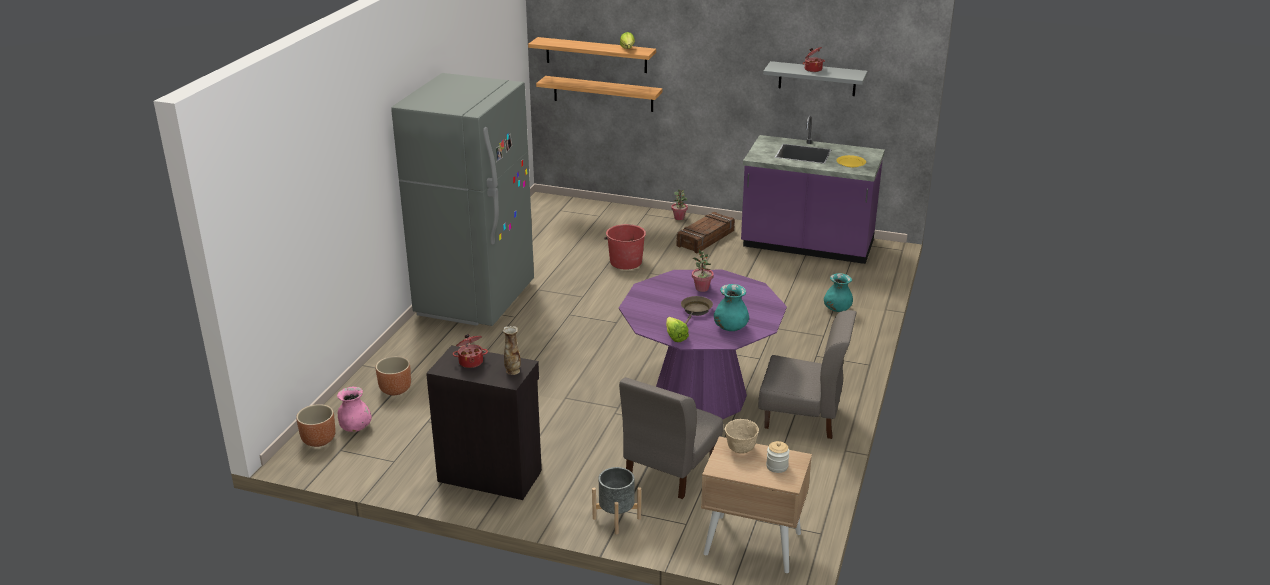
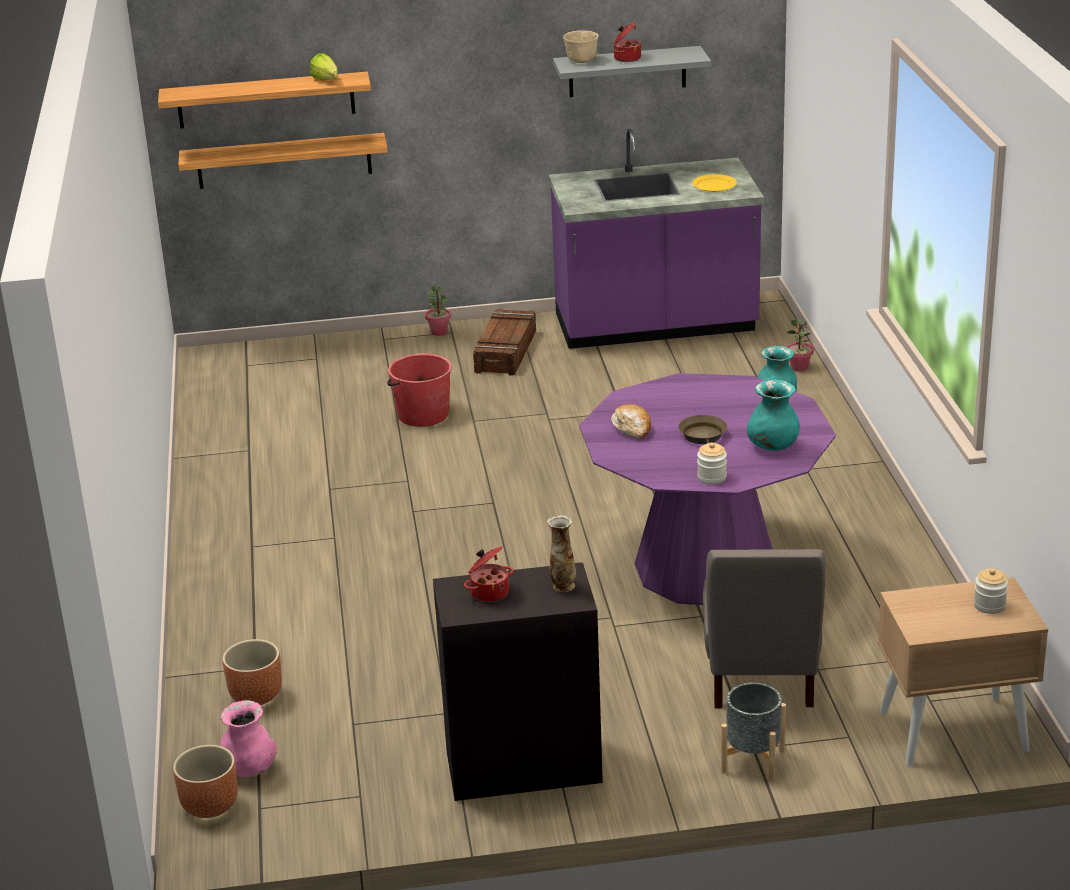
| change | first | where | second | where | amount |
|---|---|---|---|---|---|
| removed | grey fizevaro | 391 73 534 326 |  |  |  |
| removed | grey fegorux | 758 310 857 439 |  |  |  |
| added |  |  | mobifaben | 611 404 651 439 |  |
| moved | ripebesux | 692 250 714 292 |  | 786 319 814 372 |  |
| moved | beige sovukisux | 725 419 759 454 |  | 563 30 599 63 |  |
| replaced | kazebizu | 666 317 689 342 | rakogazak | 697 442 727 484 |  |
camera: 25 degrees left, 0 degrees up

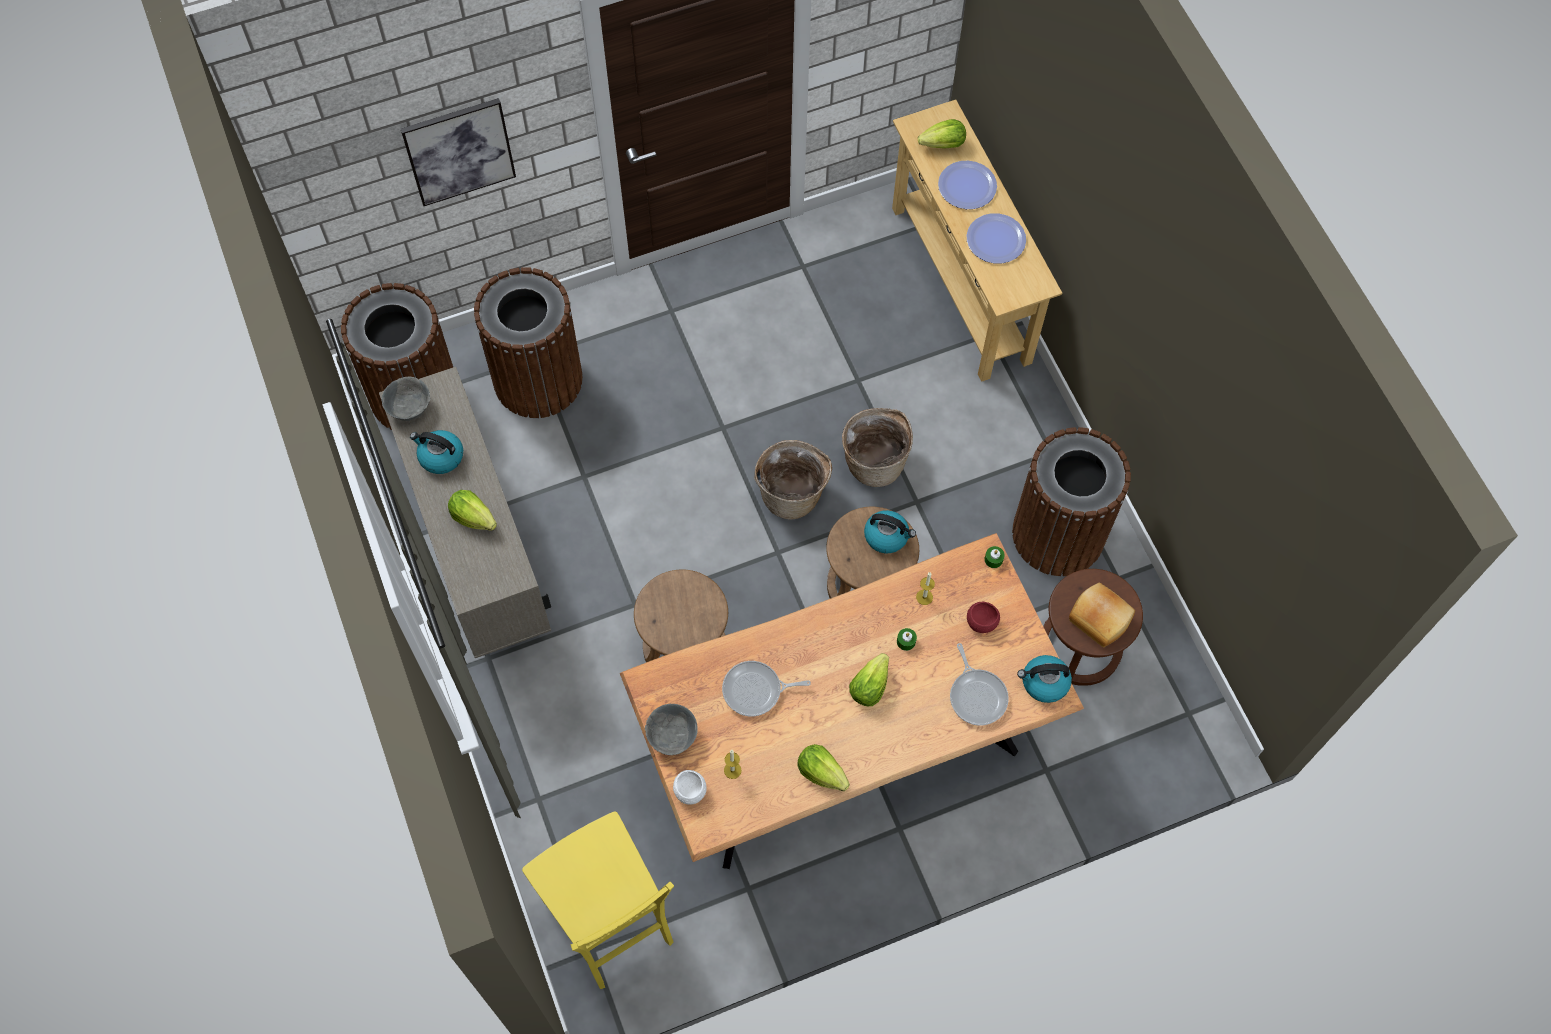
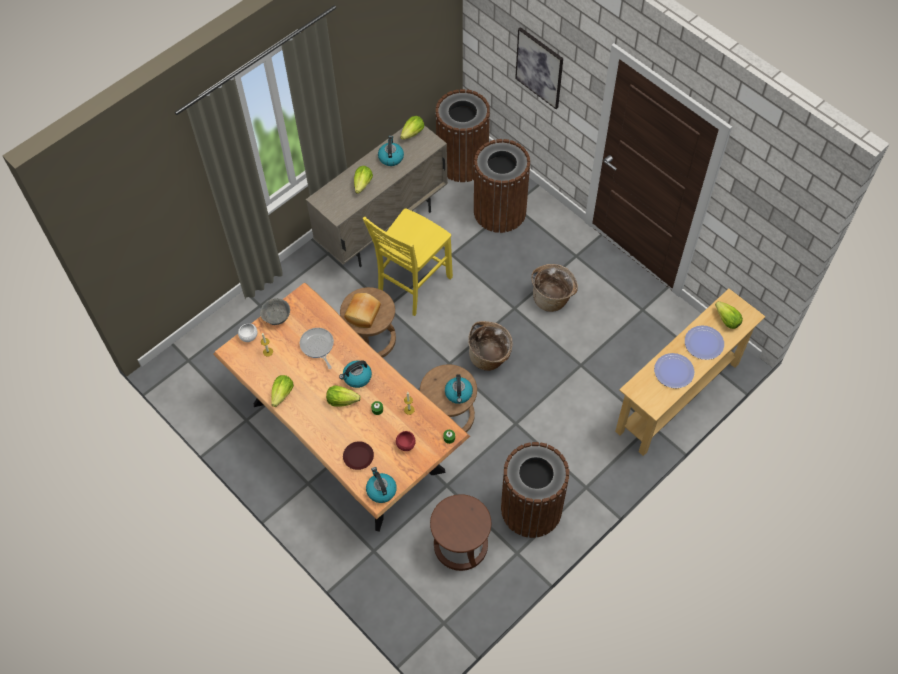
| change | first | where | second | where | amount |
|---|---|---|---|---|---|
| added |  |  | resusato | 339 360 372 388 |  |
| moved | yellow fegorux | 522 811 674 989 |  | 363 208 453 316 |  |
| moved | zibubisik | 842 408 913 487 |  | 531 264 578 312 |  |
| moved | mobifaben | 1069 583 1135 647 |  | 344 293 381 328 |  |
| replaced | grey sovukisux | 382 377 430 421 | kazebizu | 400 116 424 140 |  |
| replaced | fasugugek | 950 643 1009 725 | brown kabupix | 343 441 374 470 |  |
camera: 70 degrees right, 5 degrees down

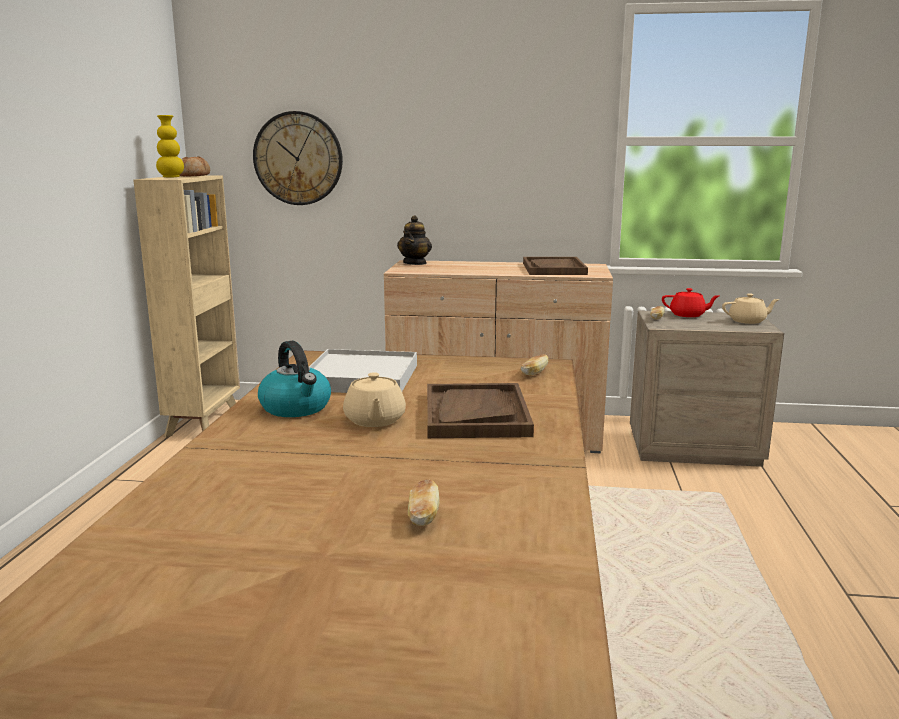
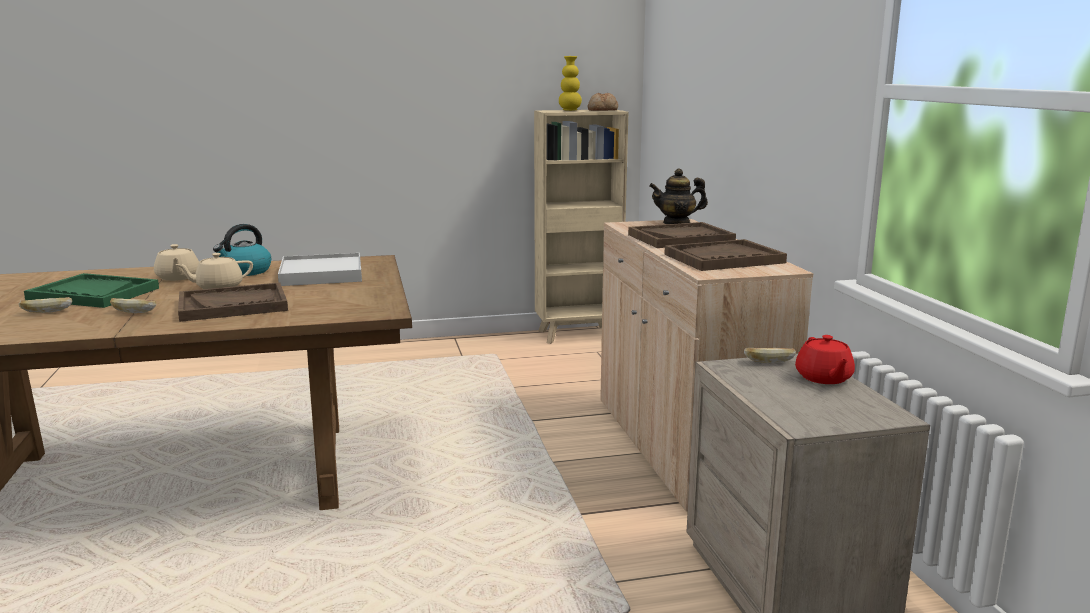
| change | first | where | second | where | amount |
|---|---|---|---|---|---|
| removed | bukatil | 253 111 343 205 |  |  |  |
| added |  |  | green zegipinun | 24 273 159 308 |  |
| added |  |  | brown zegipinun | 628 222 736 248 |  |
| moved | mobifaben | 520 354 548 376 |  | 110 298 156 313 |  |
| moved | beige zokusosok | 722 293 780 324 |  | 154 244 199 281 |  |
camera: 70 degrees right, 0 degrees up

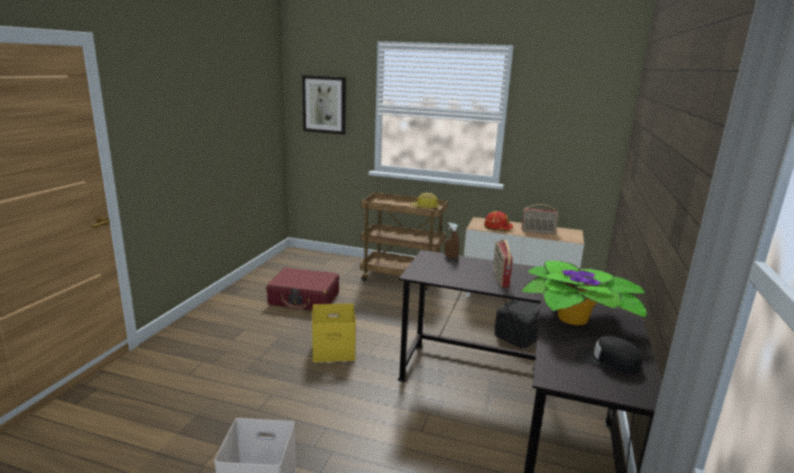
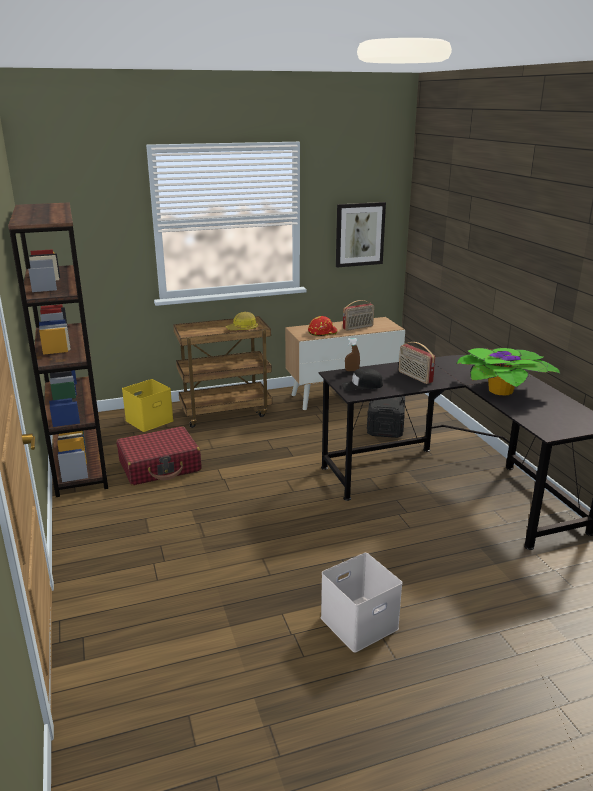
| change | first | where | second | where | amount |
|---|---|---|---|---|---|
| added |  |  | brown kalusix | 8 202 108 497 |  |
| moved | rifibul | 302 75 346 135 |  | 336 202 386 267 |  |
| moved | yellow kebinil | 312 303 356 362 |  | 122 379 174 432 |  |
| moved | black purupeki | 576 336 642 374 |  | 342 368 383 391 |  |
camera: 35 degrees left, 5 degrees up

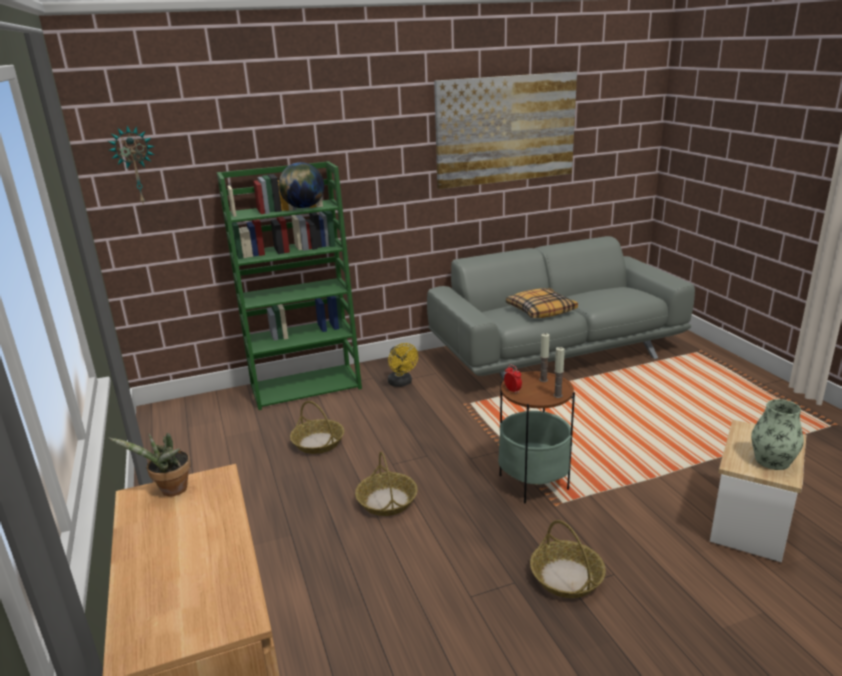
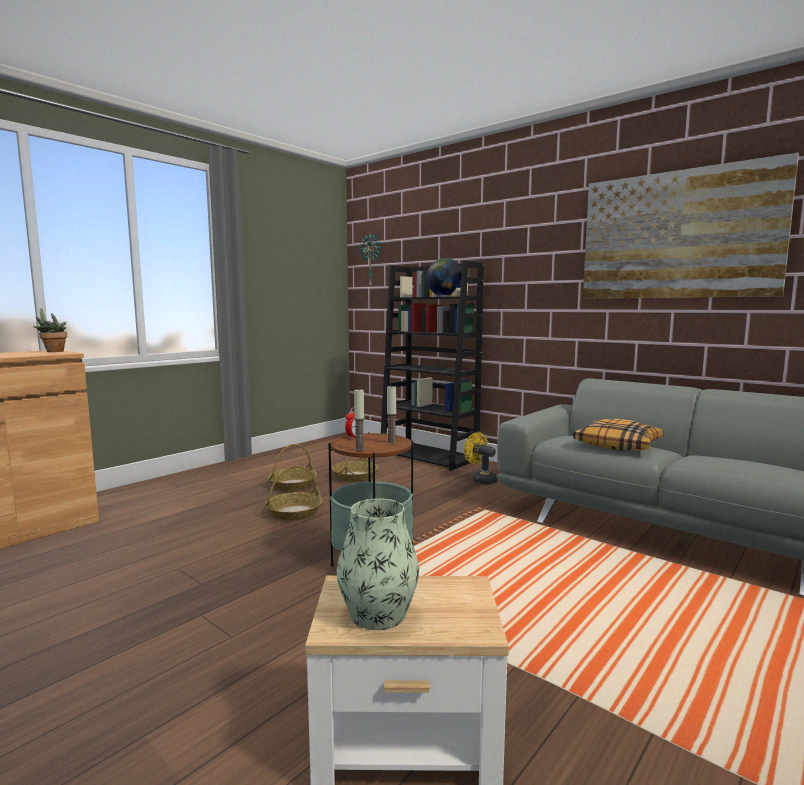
| change | first | where | second | where | amount |
|---|---|---|---|---|---|
| moved | zibubisik | 530 520 606 598 |  | 268 444 317 491 |  |
| recoloured | green kalusix | 217 161 362 410 | black kalusix | 381 261 484 471 |  |
| turned | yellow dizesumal | 388 343 418 387 |  | 464 432 497 485 | 105 degrees clockwise |
camera: 60 degrees right, 15 degrees down

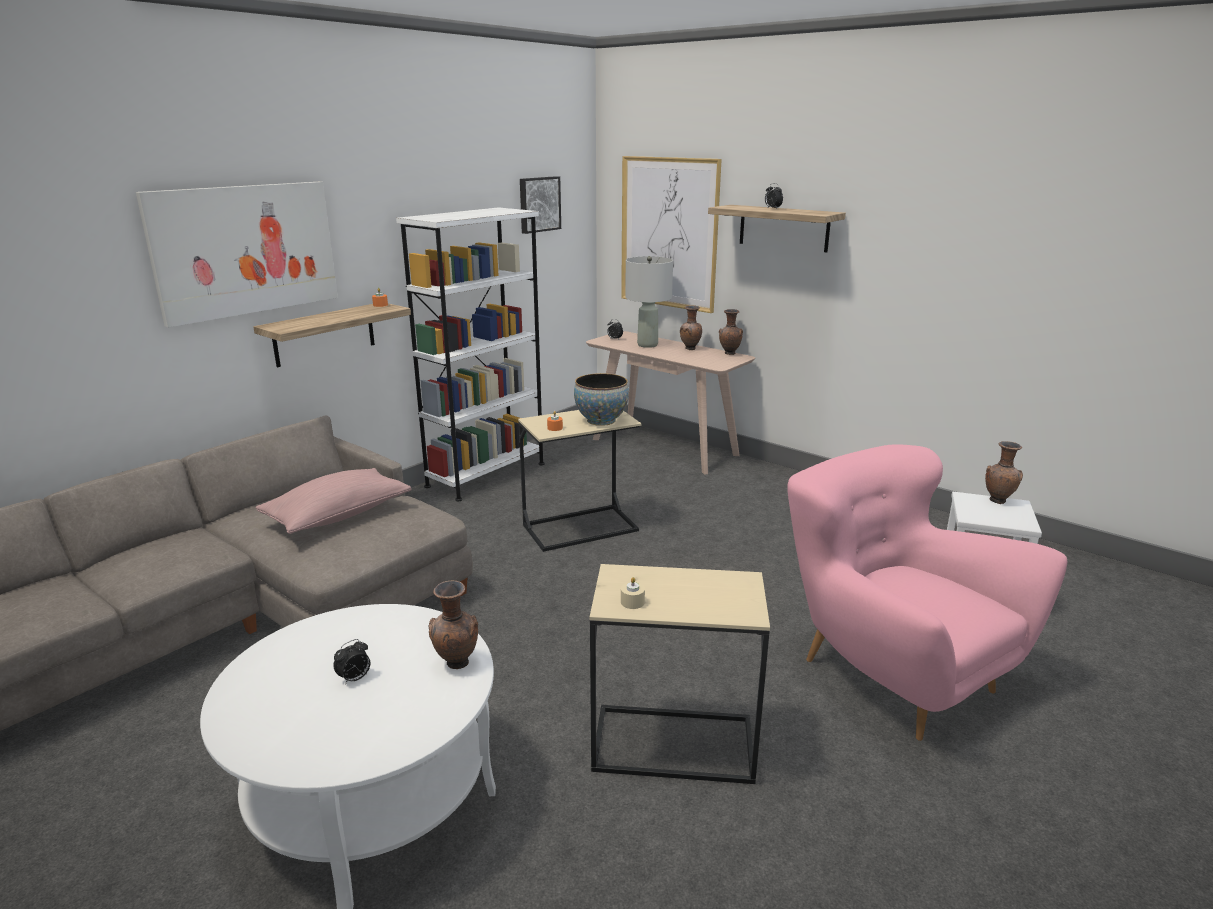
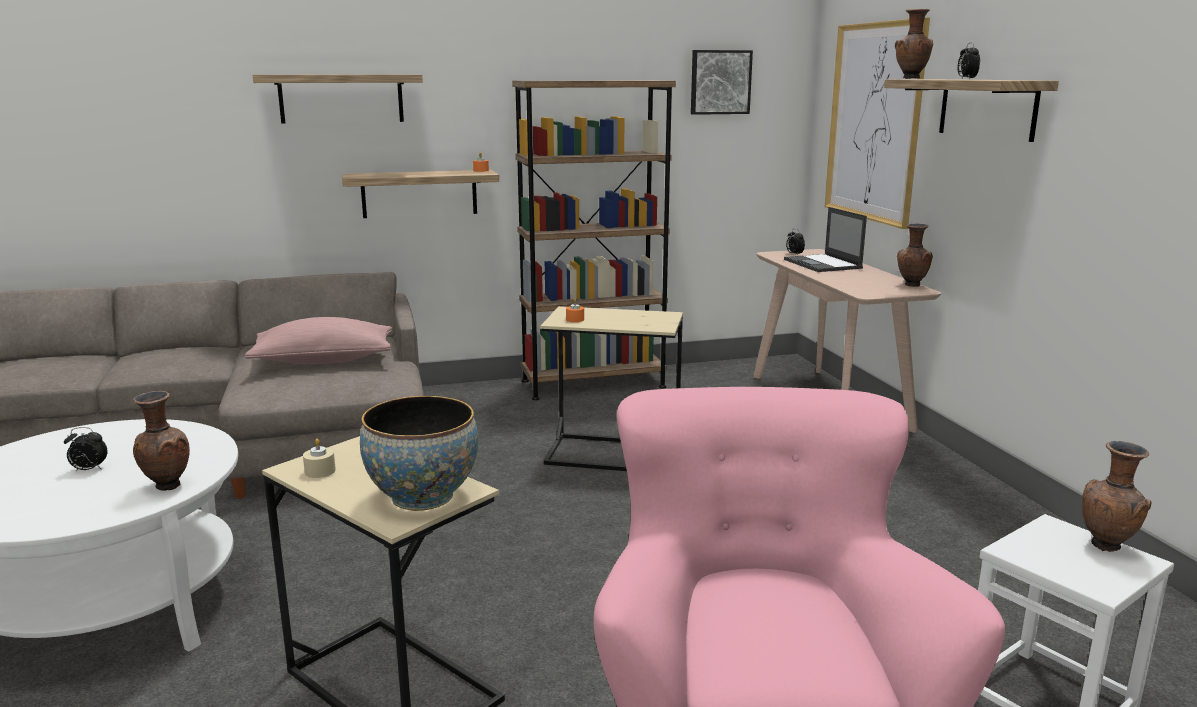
| change | first | where | second | where | amount |
|---|---|---|---|---|---|
| moved | sovukisux | 574 373 629 426 |  | 360 396 478 511 |  |
| moved | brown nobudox | 680 305 702 350 |  | 895 9 933 79 |  |
| replaced | rifibul | 136 182 338 327 | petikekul | 253 74 423 123 |  |
| replaced | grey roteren | 625 256 673 348 | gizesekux | 784 207 867 272 |  |
| recoloured | white kalusix | 396 207 545 502 | brown kalusix | 512 80 676 400 |  |
camera: 35 degrees right, 5 degrees down

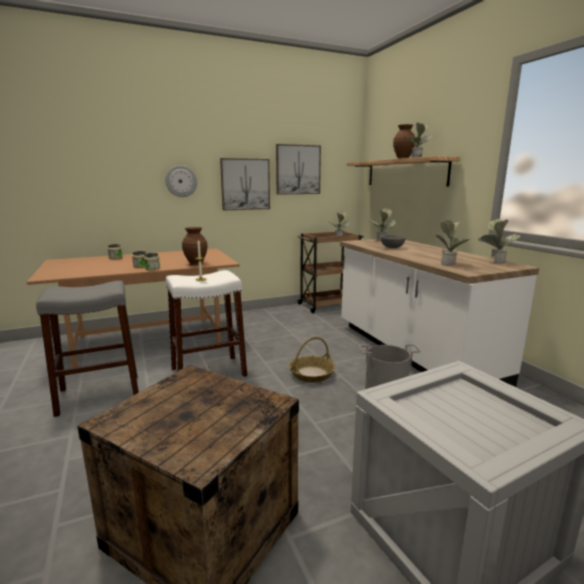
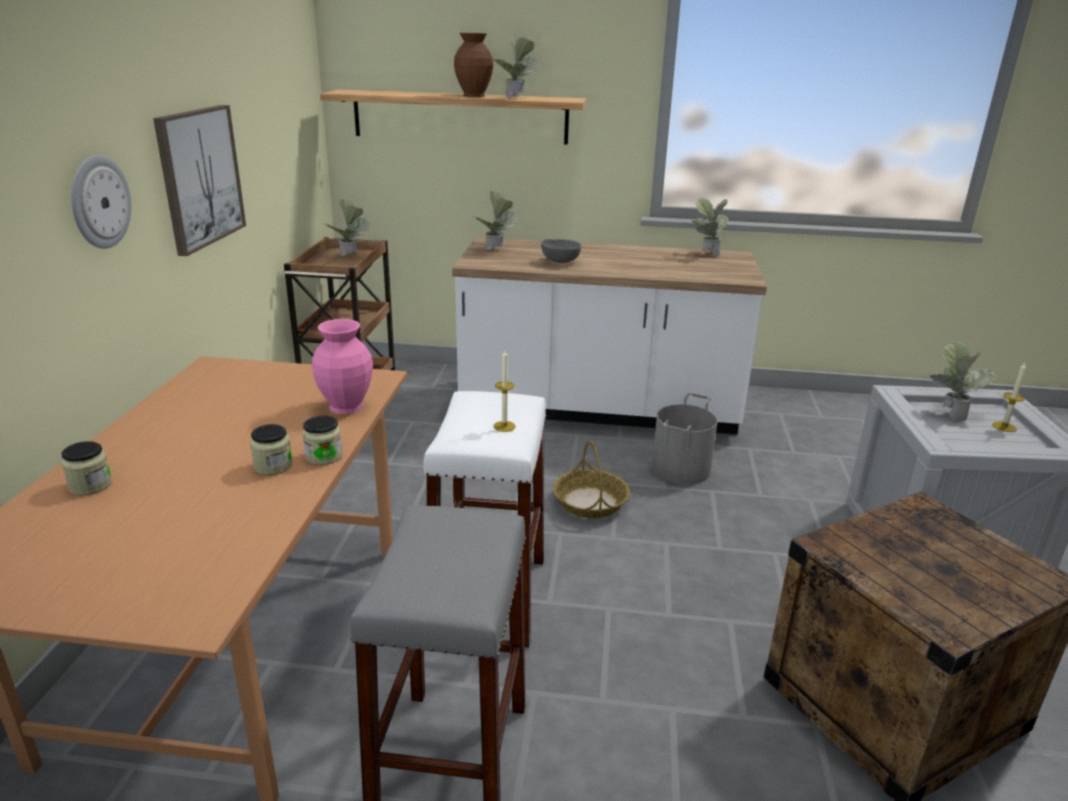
| change | first | where | second | where | amount |
|---|---|---|---|---|---|
| removed | rifibul | 276 144 321 195 |  |  |  |
| added |  |  | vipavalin | 992 363 1026 432 |  |
| moved | ripebesux | 436 220 470 266 |  | 930 342 996 421 |  |
| recoloured | brown nobudox | 182 227 207 266 | pink nobudox | 312 319 373 414 |  |
camera: 60 degrees left, 10 degrees up

